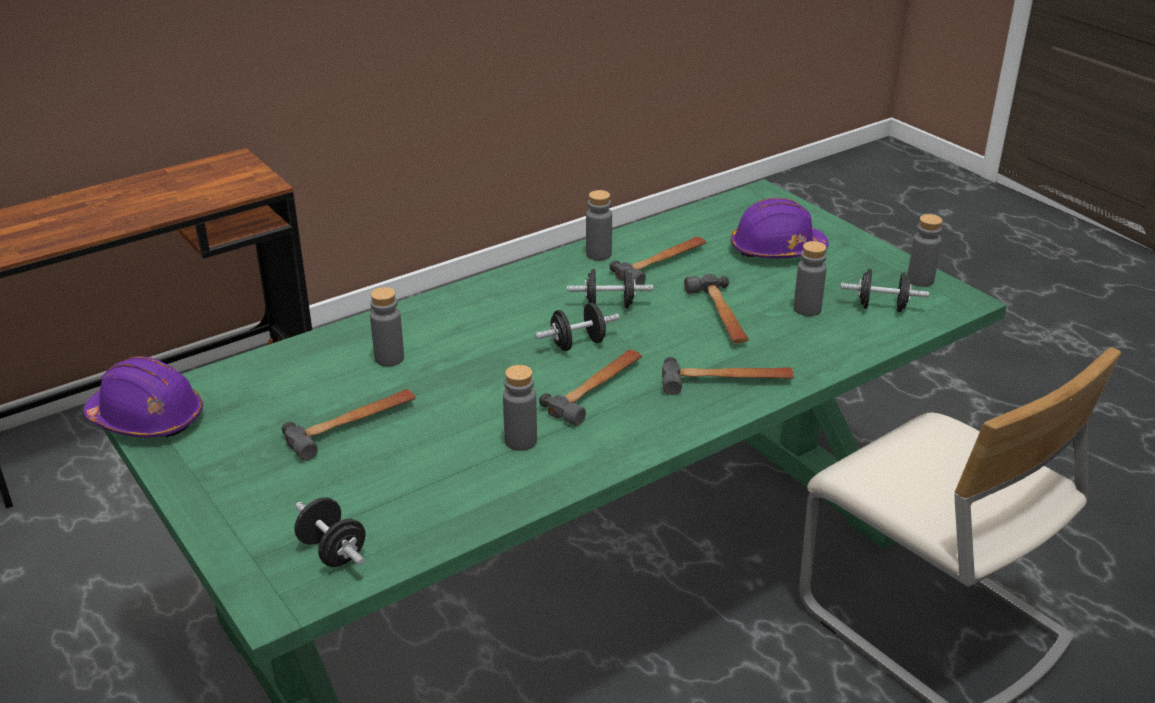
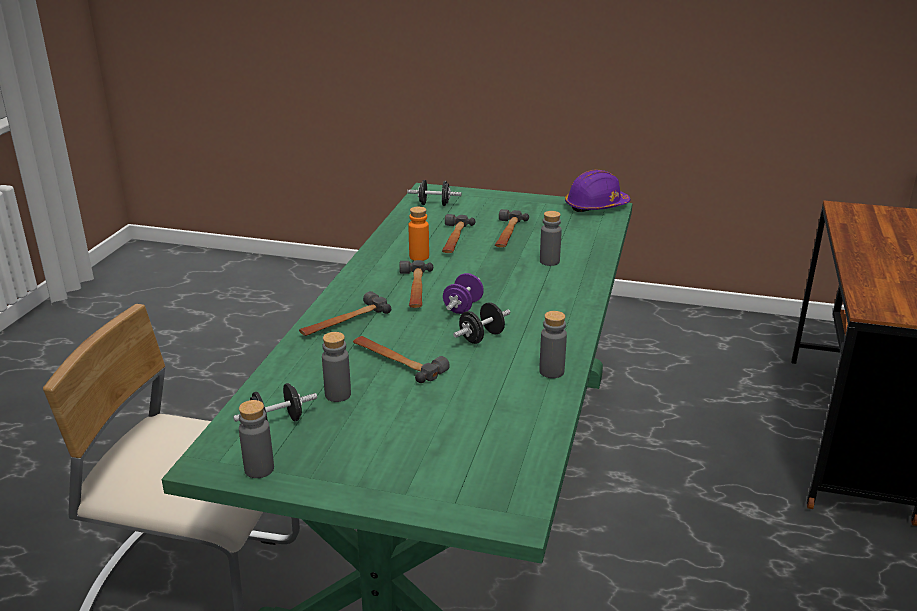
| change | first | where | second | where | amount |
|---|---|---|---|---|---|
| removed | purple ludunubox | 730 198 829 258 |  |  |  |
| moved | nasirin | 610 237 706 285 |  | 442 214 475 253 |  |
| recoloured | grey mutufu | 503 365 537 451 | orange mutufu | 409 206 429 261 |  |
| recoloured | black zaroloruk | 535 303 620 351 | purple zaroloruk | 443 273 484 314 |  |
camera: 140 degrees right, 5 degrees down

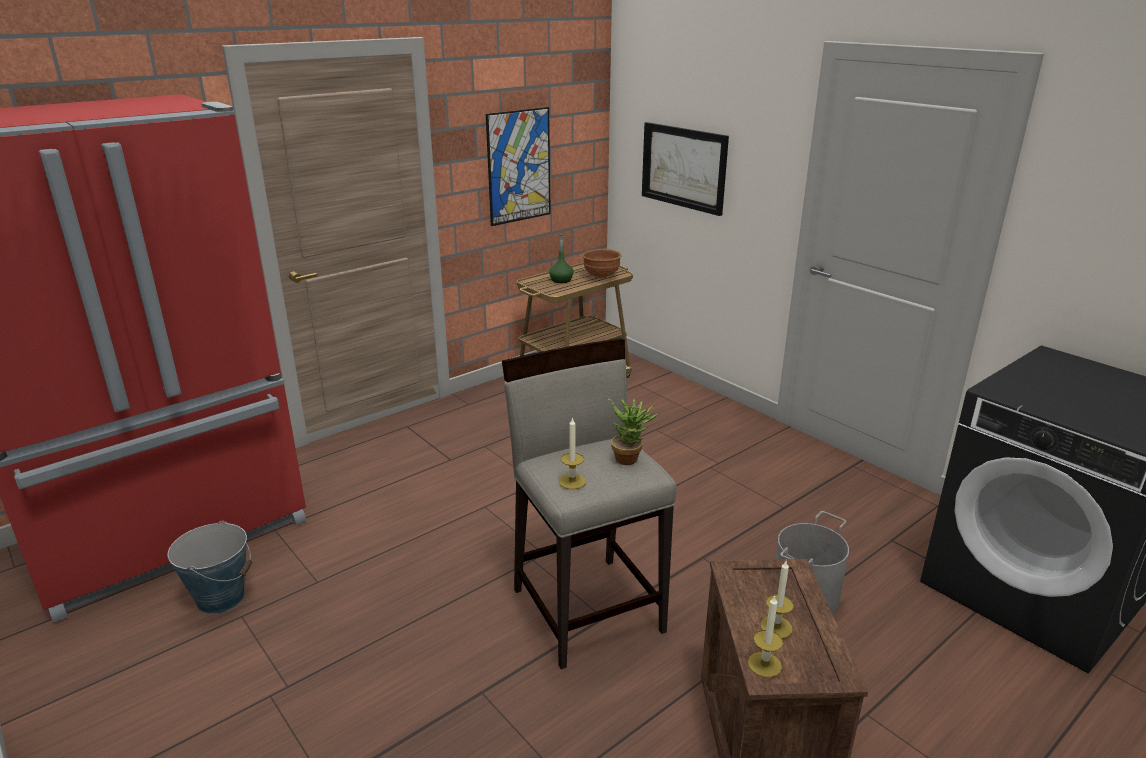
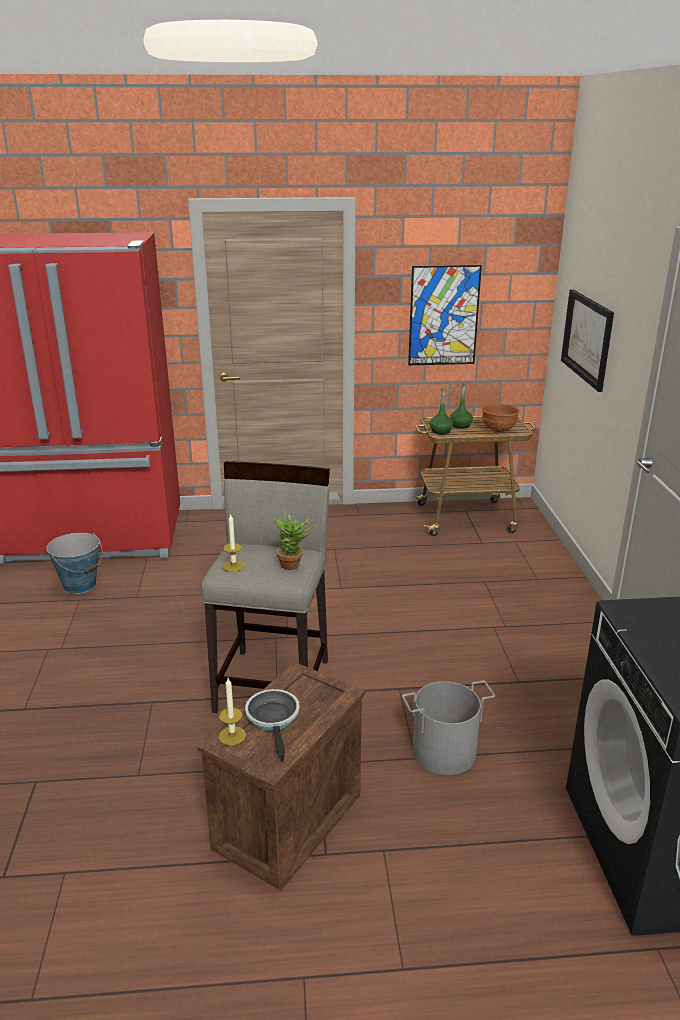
| change | first | where | second | where | amount |
|---|---|---|---|---|---|
| added |  |  | green mutufu | 430 388 453 434 |  |
| replaced | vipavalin | 760 561 794 638 | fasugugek | 245 689 300 762 |  |
camera: 35 degrees right, 0 degrees up

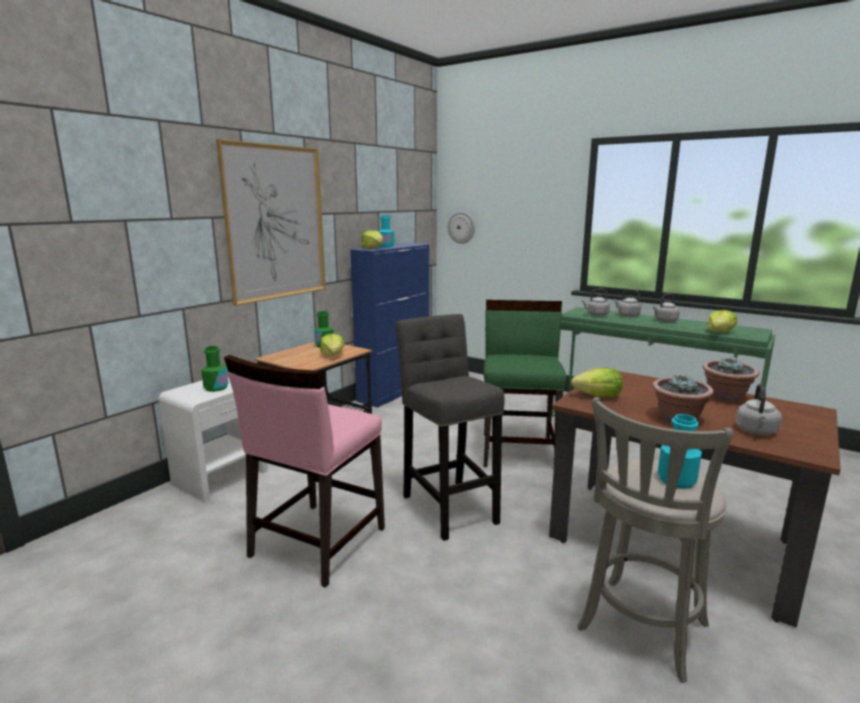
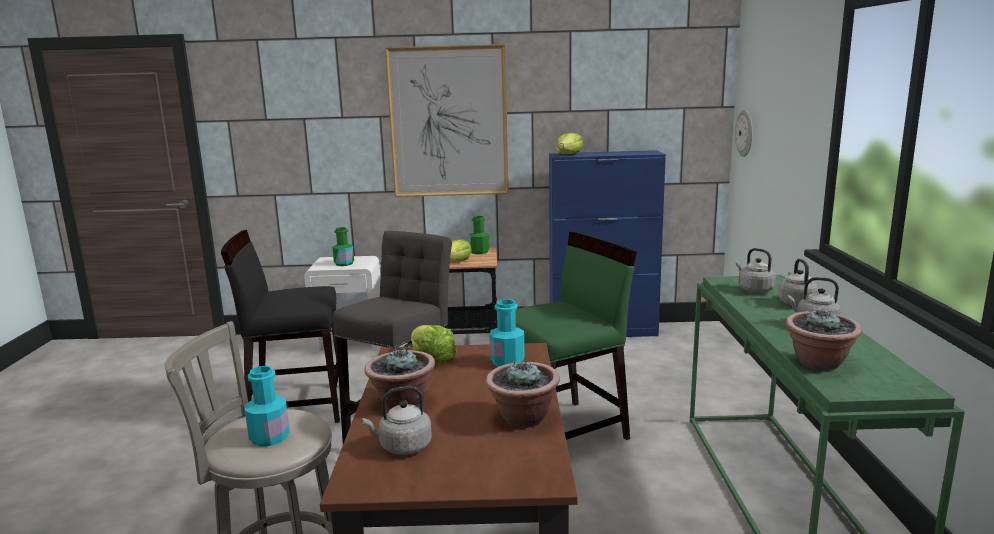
| change | first | where | second | where | amount |
|---|---|---|---|---|---|
| moved | turquoise mutufu | 378 216 394 248 |  | 489 299 524 367 |  |
| replaced | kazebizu | 707 310 737 332 | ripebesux | 786 309 862 371 |  |
| recoloured | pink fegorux | 224 355 385 588 | black fegorux | 221 230 340 423 |  |
camera: 55 degrees right, 0 degrees up

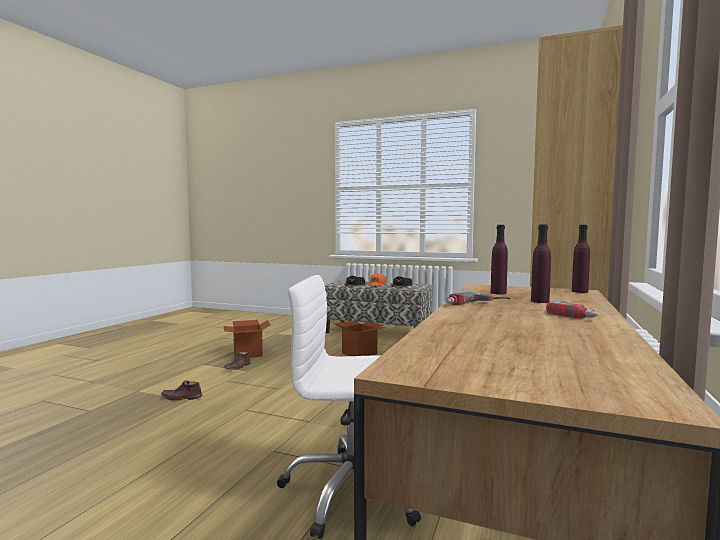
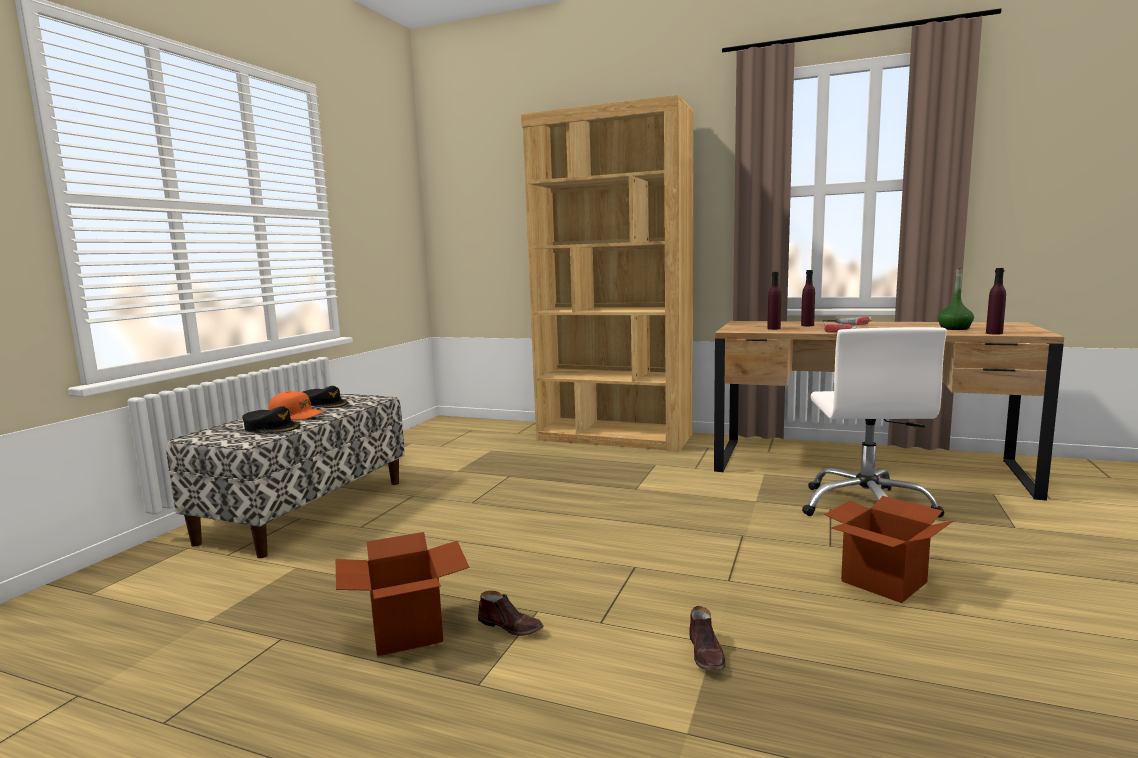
| change | first | where | second | where | amount |
|---|---|---|---|---|---|
| added |  |  | green mutufu | 938 268 974 330 |  |
| moved | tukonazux | 336 320 385 356 |  | 824 496 953 603 |  |
| moved | purple mutufu | 572 225 590 293 |  | 986 268 1006 334 |  |
camera: 90 degrees left, 5 degrees up

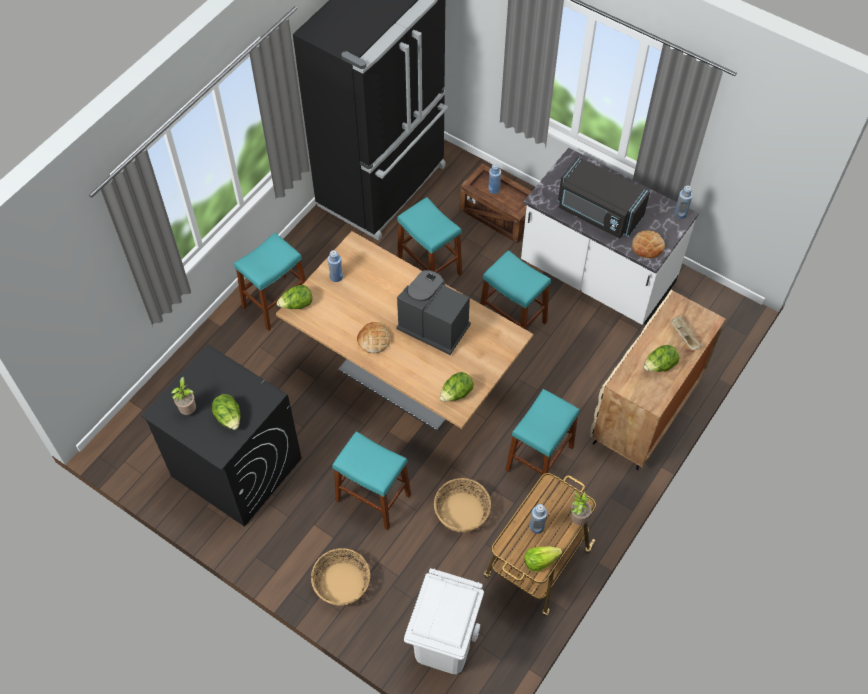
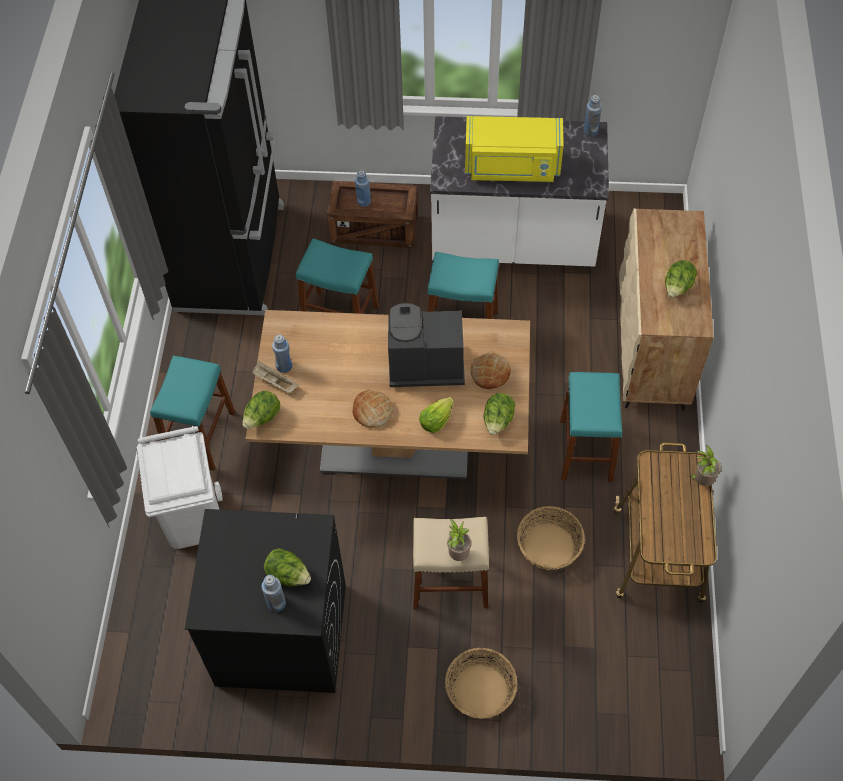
| change | first | where | second | where | amount |
|---|---|---|---|---|---|
| moved | ripebesux | 171 377 196 415 |  | 447 519 471 561 |  |
| moved | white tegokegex | 404 568 484 674 |  | 136 426 222 549 |  |
| moved | kazebizu | 524 546 562 572 |  | 419 397 454 433 |  |
| moved | blue mutufu | 530 504 547 534 |  | 262 575 286 612 |  |
| moved | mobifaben | 632 231 665 258 |  | 471 353 511 389 |  |
| moved | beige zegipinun | 670 315 701 350 |  | 252 361 298 393 |  |
| recoloured | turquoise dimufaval | 332 431 411 530 | beige dimufaval | 413 517 489 609 |  |
| recoloured | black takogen | 558 156 650 238 | yellow takogen | 465 116 564 182 |  |
camera: 30 degrees left, 0 degrees up

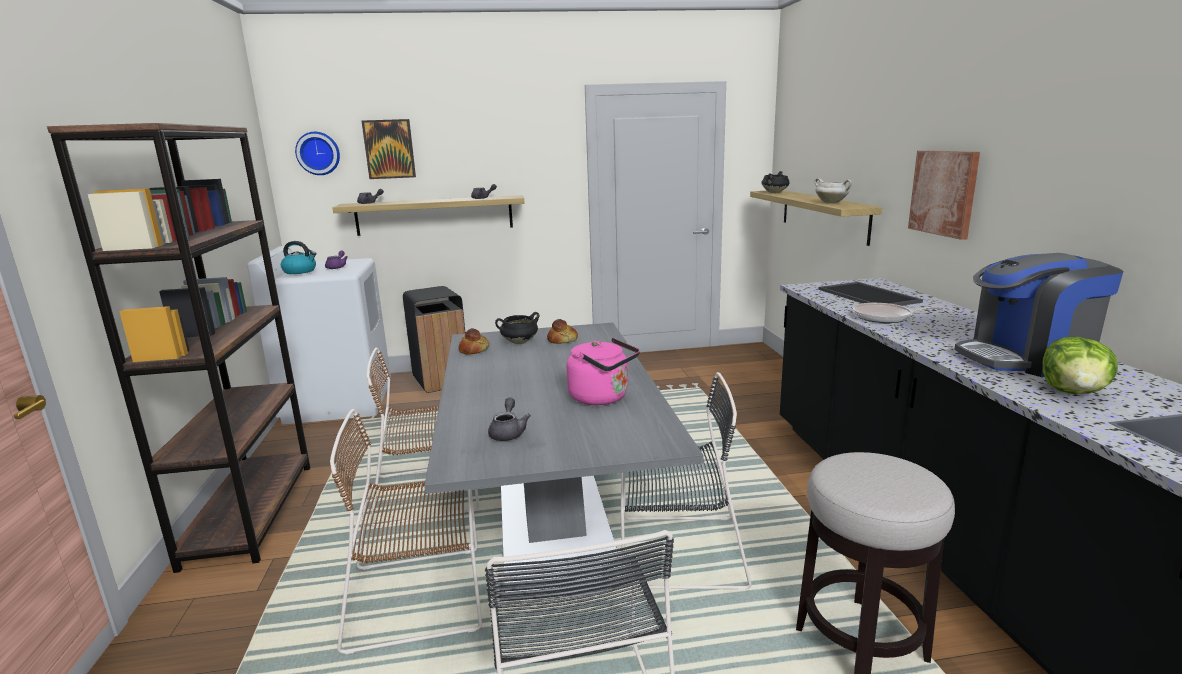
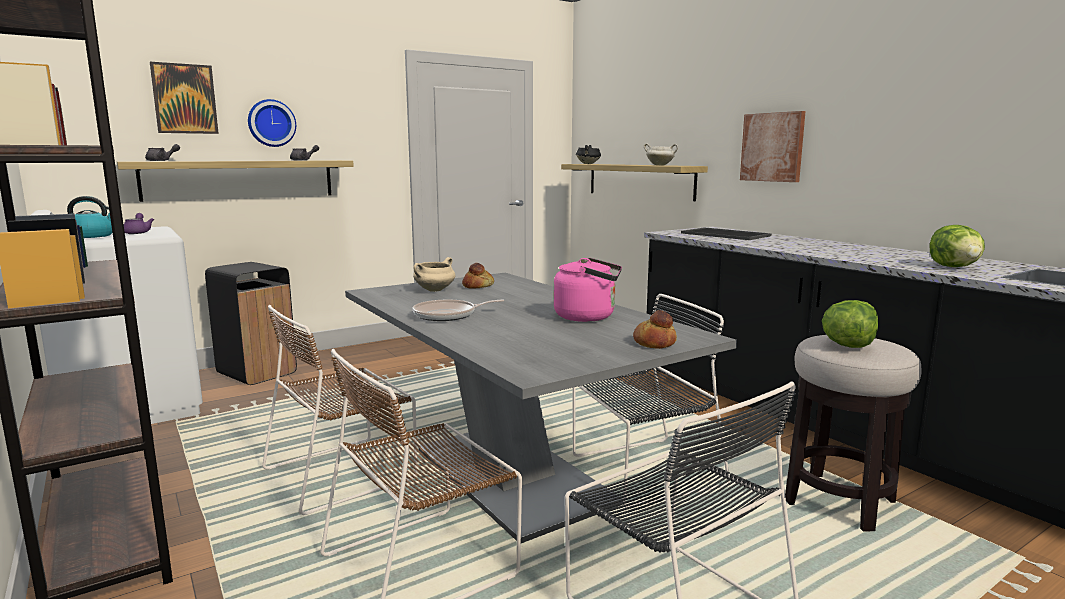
| change | first | where | second | where | amount |
|---|---|---|---|---|---|
| removed | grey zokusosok | 488 398 531 441 |  |  |  |
| removed | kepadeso | 955 253 1124 377 |  |  |  |
| added |  |  | kazebizu | 822 300 878 348 |  |
| moved | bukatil | 295 132 340 175 |  | 248 99 296 147 |  |
| moved | mobifaben | 458 328 490 355 |  | 633 310 677 349 |  |
| moved | fasugugek | 853 303 941 323 |  | 412 299 504 321 |  |
| recoloured | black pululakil | 495 312 540 344 | beige pululakil | 413 257 455 292 |  |
camera: 25 degrees left, 5 degrees down

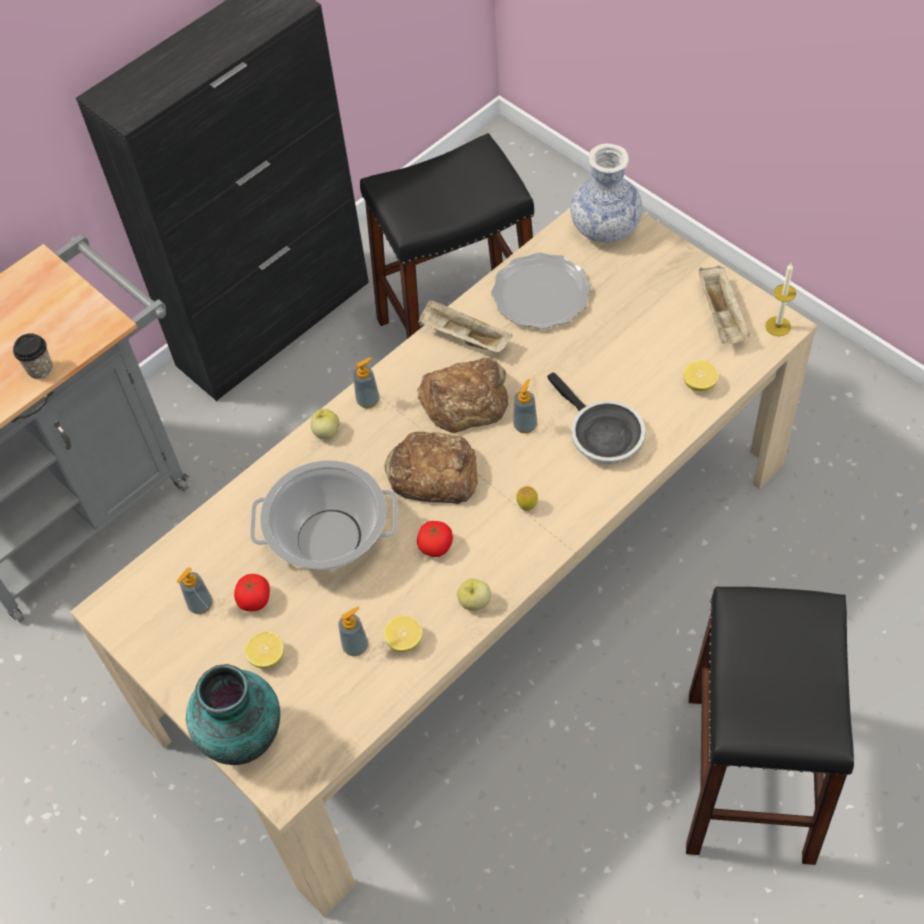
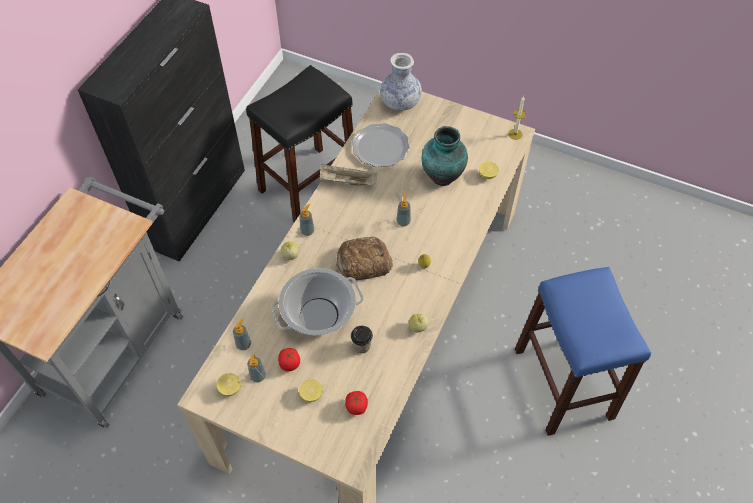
| change | first | where | second | where | amount |
|---|---|---|---|---|---|
| removed | mobifaben | 417 358 508 433 |  |  |  |
| removed | fasugugek | 547 372 645 464 |  |  |  |
| removed | beige zegipinun | 698 266 750 344 |  |  |  |
| moved | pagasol | 13 333 53 379 |  | 351 326 373 354 |  |
| moved | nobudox | 186 664 280 765 |  | 422 126 468 186 |  |
| moved | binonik | 338 607 368 656 |  | 233 319 251 350 |  |
| moved | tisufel | 383 615 422 652 |  | 217 373 241 396 |  |
| moved | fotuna | 417 521 453 557 |  | 345 391 368 415 |  |
| recoloured | black dimufaval | 686 586 854 865 | blue dimufaval | 515 267 651 436 |  |
camera: 25 degrees left, 0 degrees up

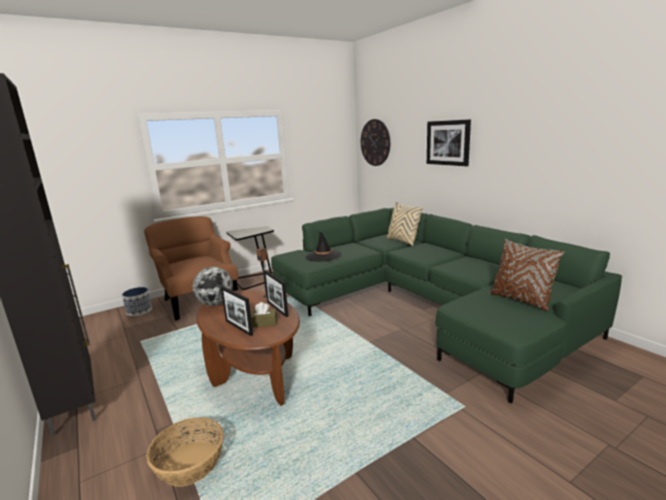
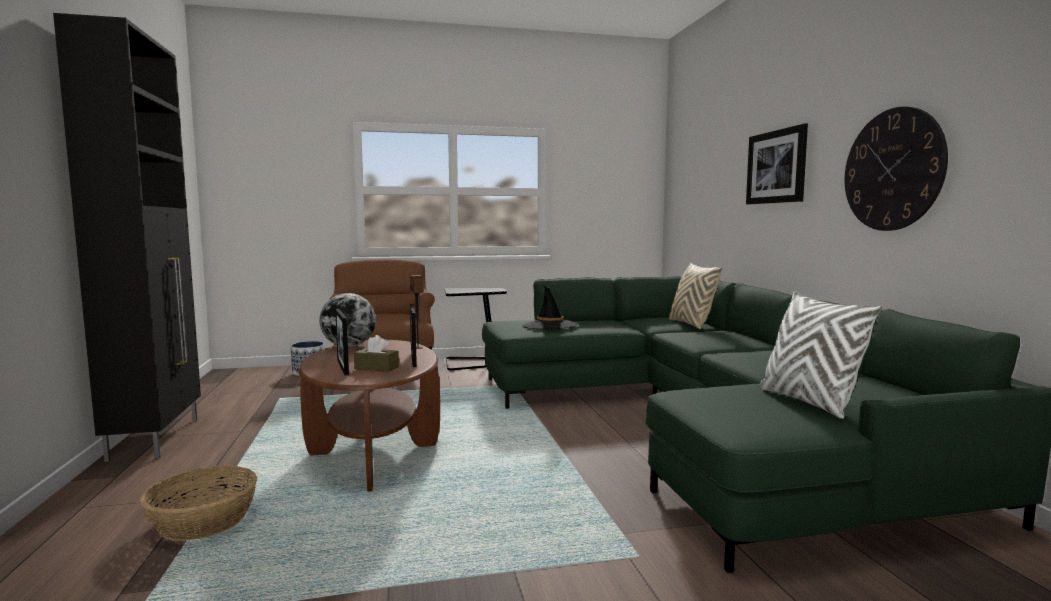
| change | first | where | second | where | amount |
|---|---|---|---|---|---|
| moved | bukatil | 361 119 390 166 |  | 845 107 948 231 |  |
| recoloured | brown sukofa | 490 239 565 311 | white sukofa | 759 291 882 419 |  |
camera: 20 degrees right, 10 degrees down

